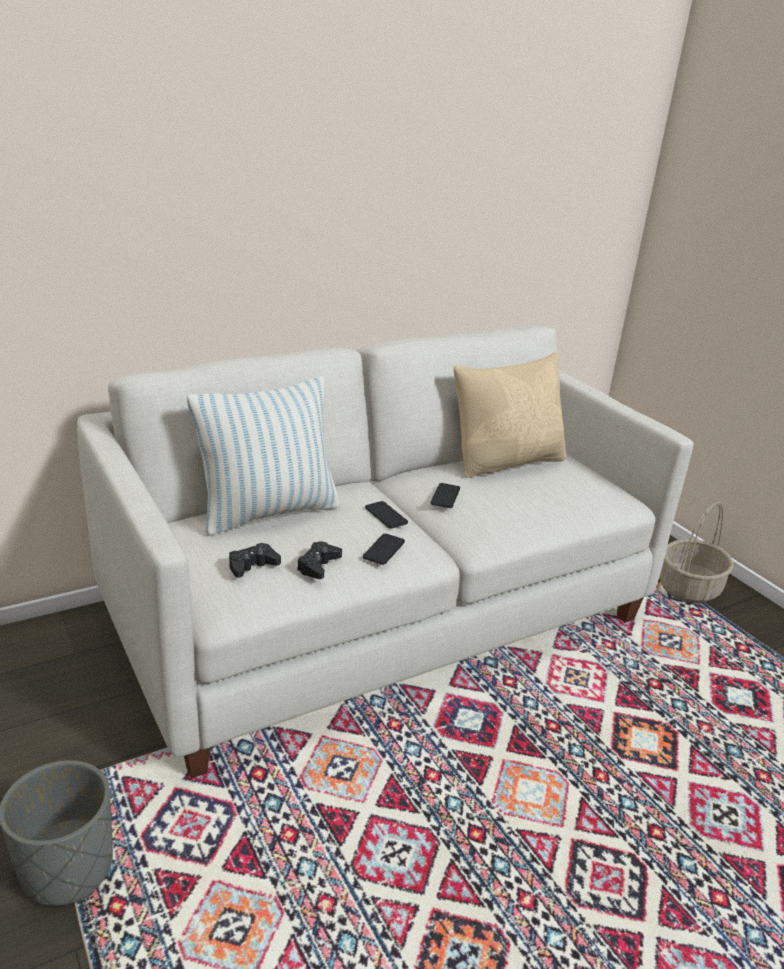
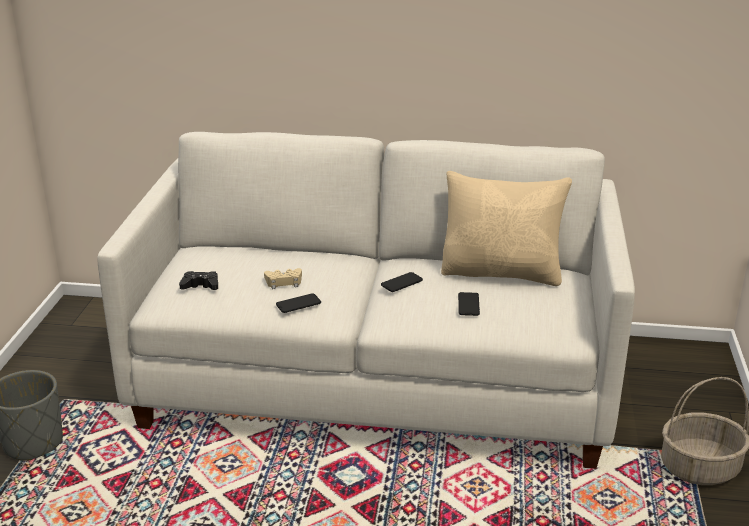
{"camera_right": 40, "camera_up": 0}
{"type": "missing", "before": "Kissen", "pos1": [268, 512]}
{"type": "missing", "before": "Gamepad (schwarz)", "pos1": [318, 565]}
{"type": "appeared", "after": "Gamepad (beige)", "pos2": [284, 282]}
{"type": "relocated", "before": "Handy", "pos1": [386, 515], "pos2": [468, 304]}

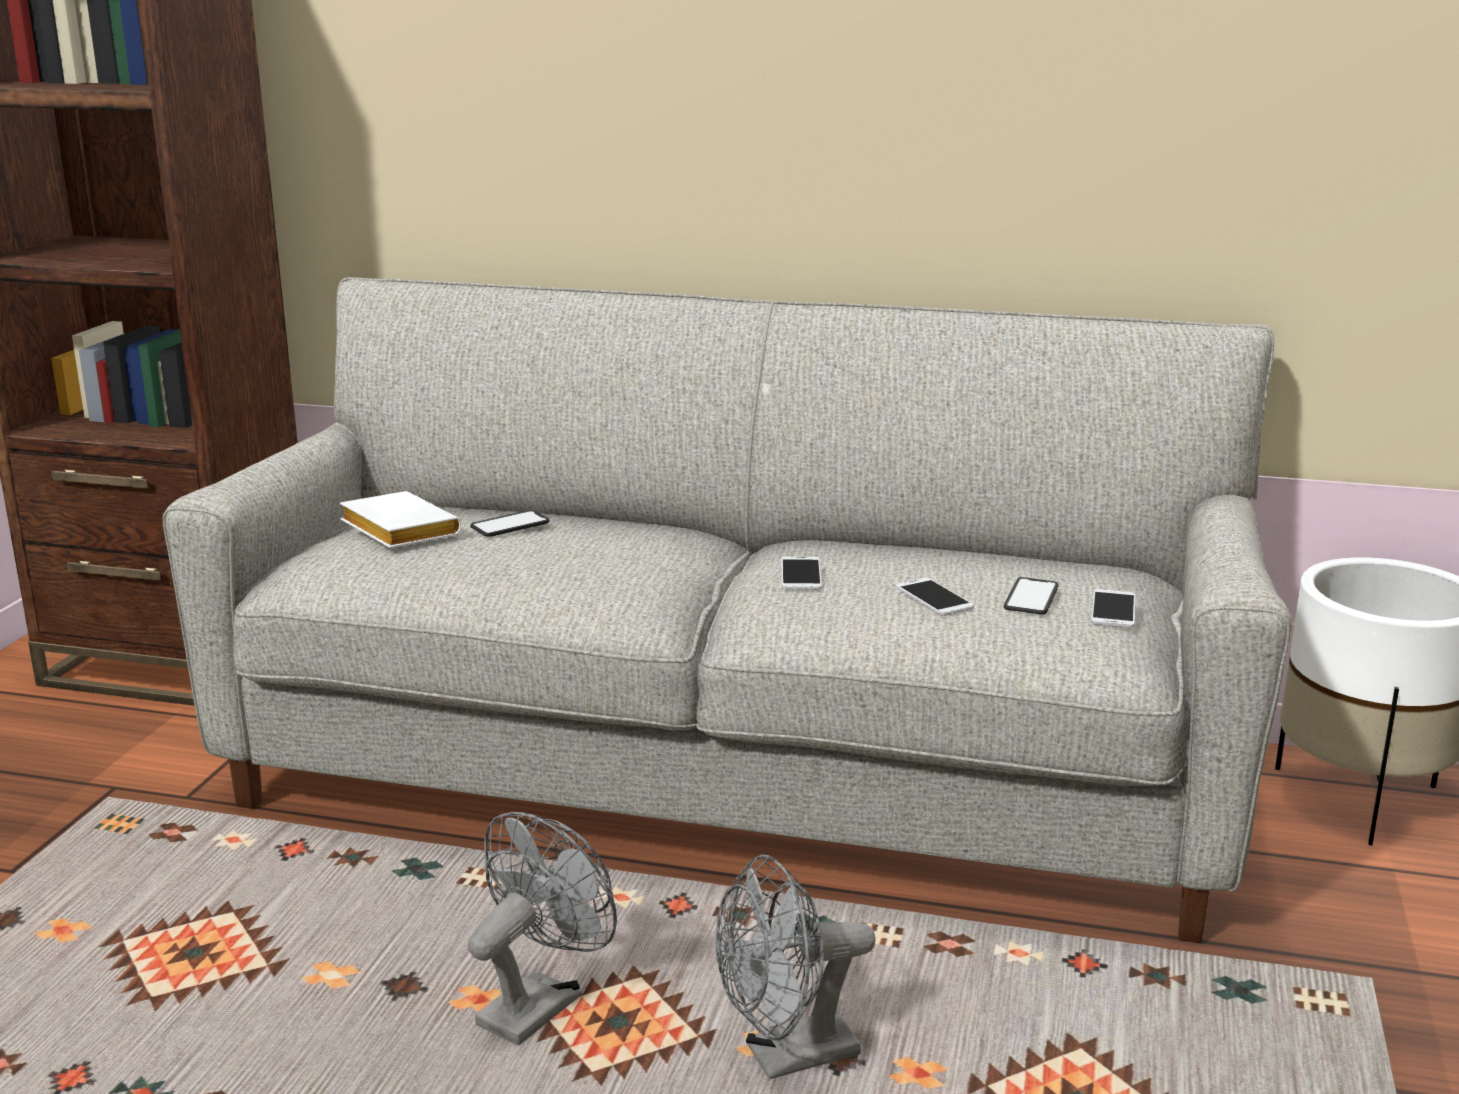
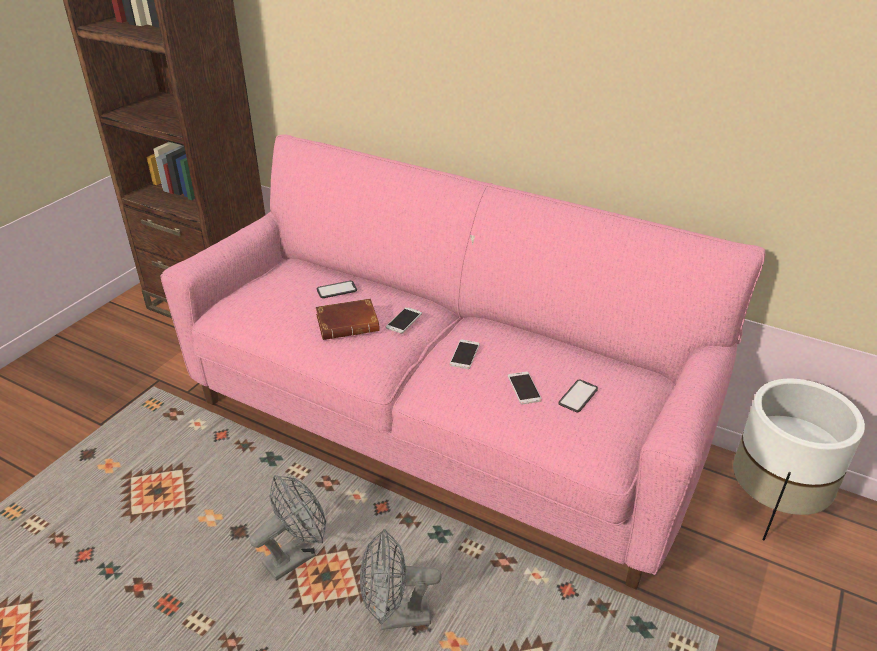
{"camera_right": 15, "camera_up": 15}
{"type": "missing", "before": "Buch (weiß)", "pos1": [395, 530]}
{"type": "appeared", "after": "Buch (braun)", "pos2": [349, 323]}
{"type": "relocated", "before": "Handy", "pos1": [1113, 609], "pos2": [404, 320]}
{"type": "colour", "before": "Sofa (grau)", "after": "Sofa (rosa)", "pos1": [730, 782], "pos2": [439, 429]}

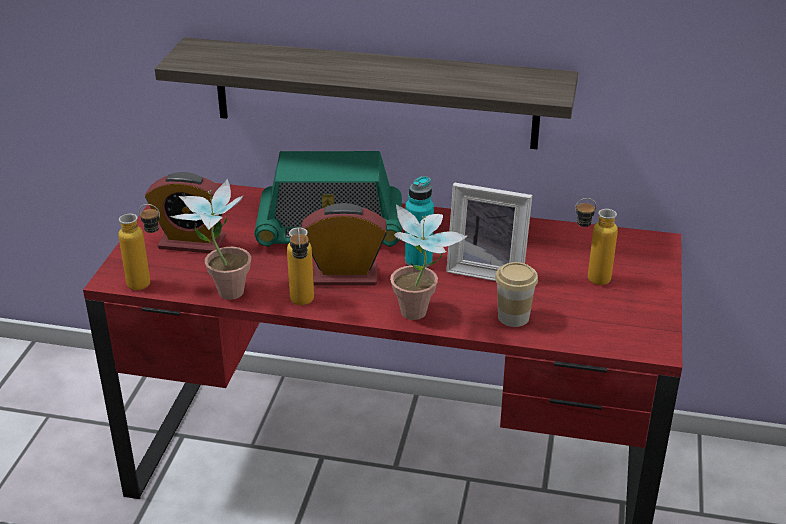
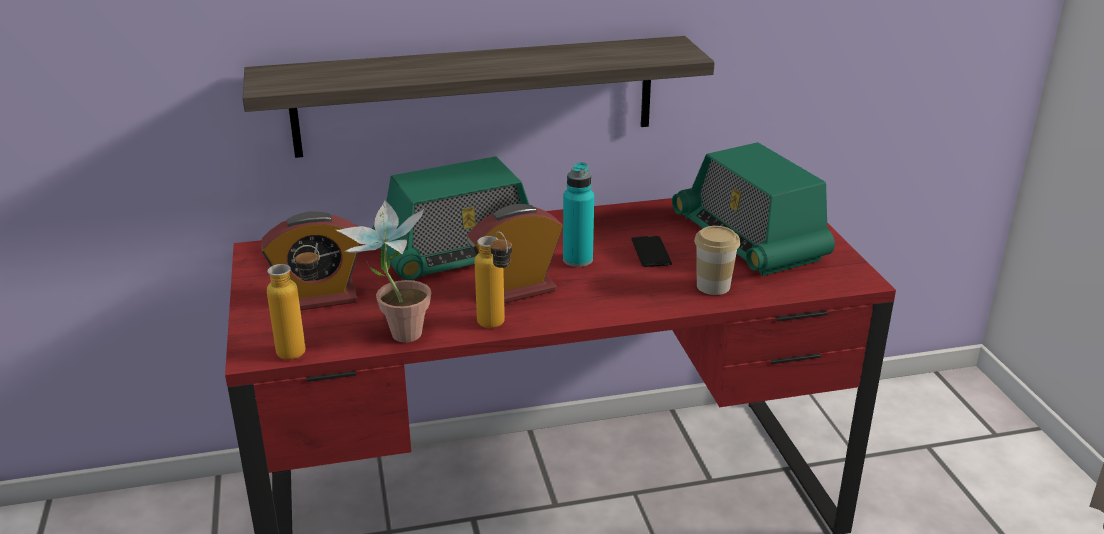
{"camera_right": -25, "camera_up": -5}
{"type": "missing", "before": "Topfpflanze", "pos1": [421, 316]}
{"type": "exchanged", "before": "Bilderrahmen", "after": "Handy", "pos1": [487, 270], "pos2": [651, 252]}
{"type": "exchanged", "before": "Flasche", "after": "Radio", "pos1": [589, 279], "pos2": [749, 239]}

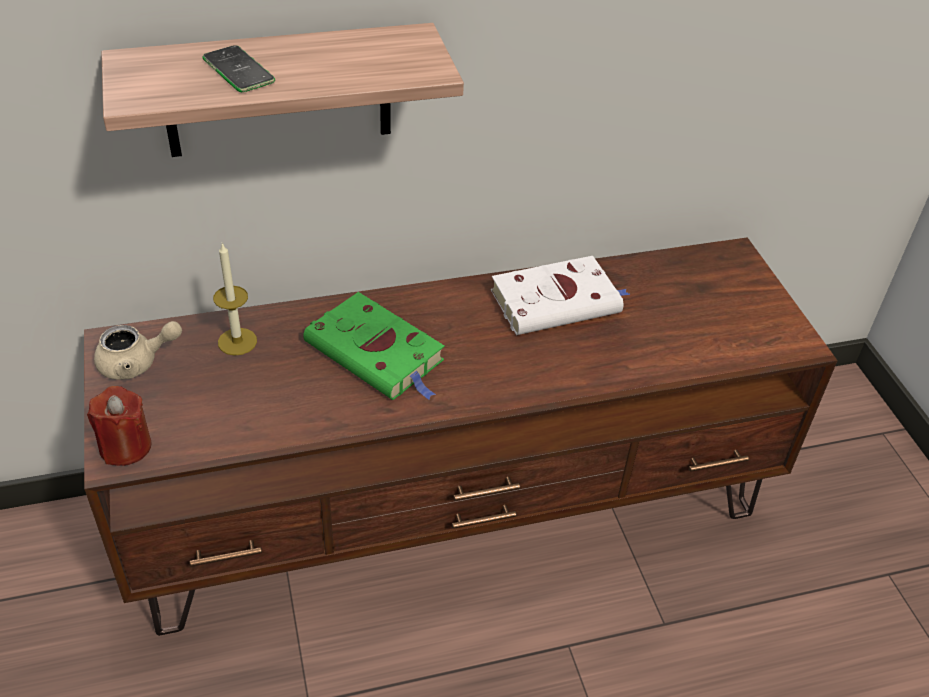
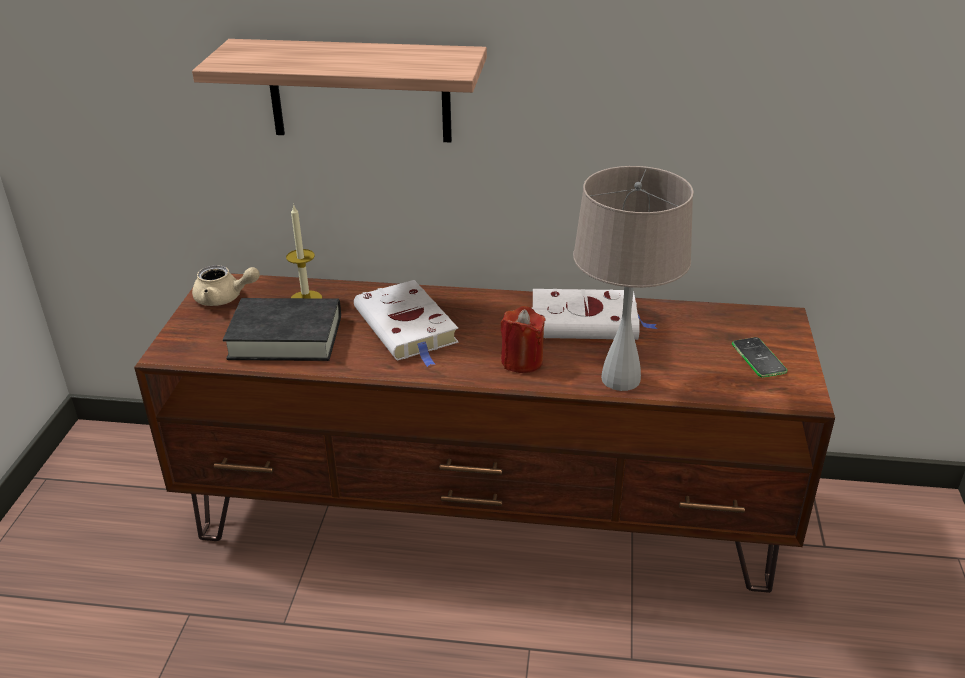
{"camera_right": 25, "camera_up": -10}
{"type": "appeared", "after": "Buch (schwarz)", "pos2": [286, 337]}
{"type": "appeared", "after": "Tischlampe (beige)", "pos2": [620, 379]}
{"type": "relocated", "before": "Kerze (rot)", "pos1": [125, 447], "pos2": [522, 361]}
{"type": "relocated", "before": "Handy", "pos1": [238, 70], "pos2": [758, 358]}
{"type": "colour", "before": "Buch (grün)", "after": "Buch (weiß)", "pos1": [378, 354], "pos2": [407, 328]}

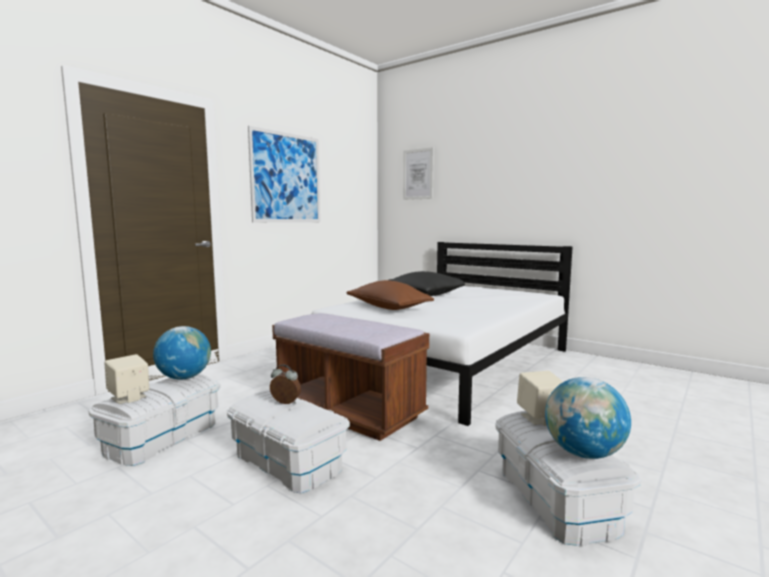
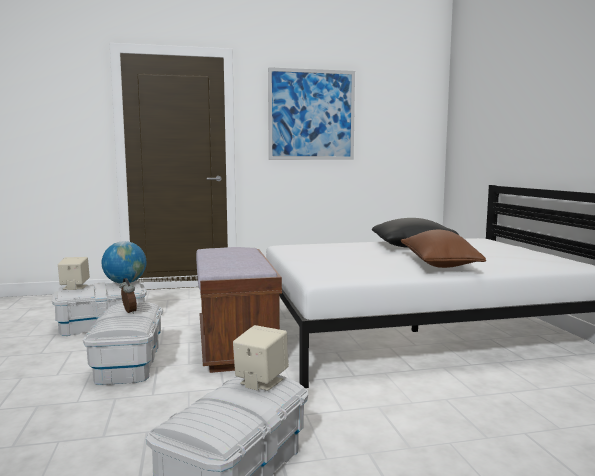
{"camera_right": 40, "camera_up": 0}
{"type": "missing", "before": "Bild", "pos1": [418, 174]}
{"type": "missing", "before": "Globus", "pos1": [583, 453]}
{"type": "relocated", "before": "Kissen (braun)", "pos1": [388, 308], "pos2": [438, 265]}

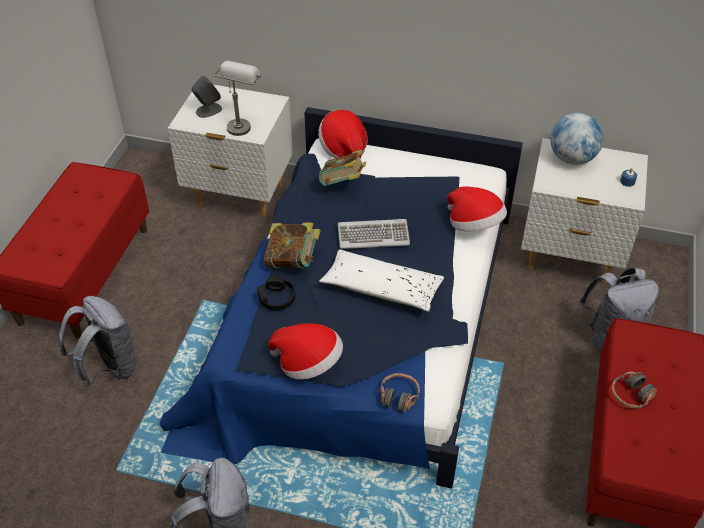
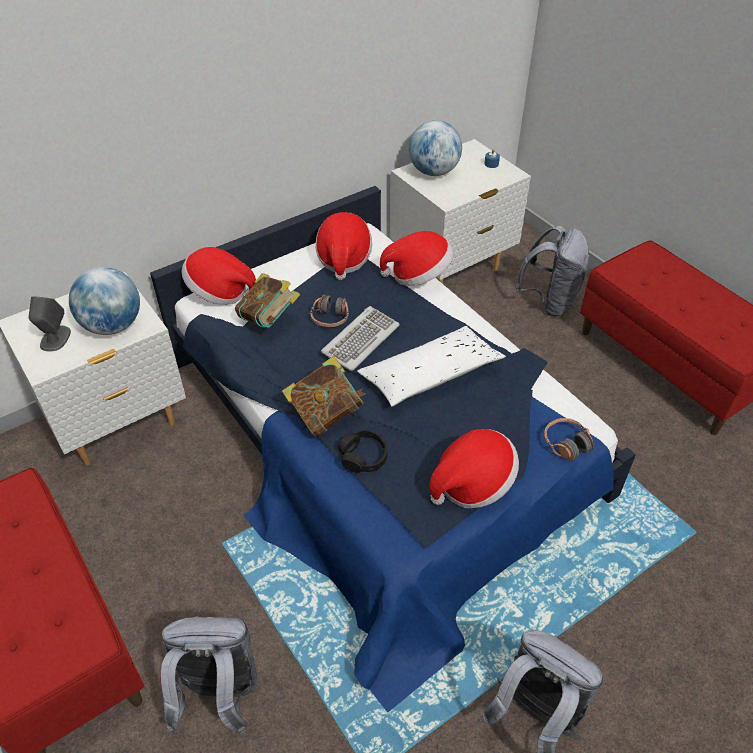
{"camera_right": -50, "camera_up": 0}
{"type": "appeared", "after": "Hut", "pos2": [343, 258]}
{"type": "relocated", "before": "Kopfhörer", "pos1": [631, 395], "pos2": [330, 318]}
{"type": "exchanged", "before": "Tischlampe (grau)", "after": "Globus", "pos1": [241, 123], "pos2": [113, 326]}

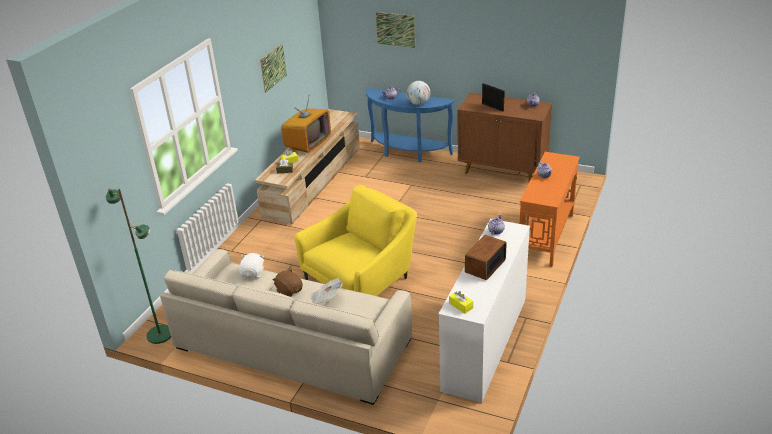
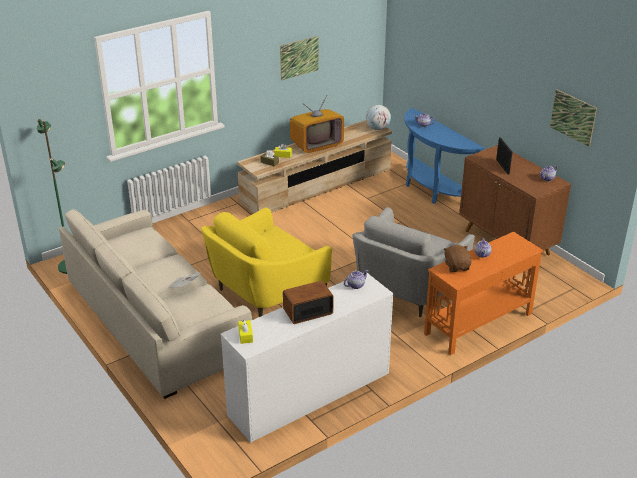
{"camera_right": 30, "camera_up": 0}
{"type": "missing", "before": "Plüschtier (weiß)", "pos1": [253, 273]}
{"type": "appeared", "after": "Sessel (grau)", "pos2": [406, 289]}
{"type": "relocated", "before": "Plüschtier (braun)", "pos1": [289, 291], "pos2": [457, 267]}
{"type": "relocated", "before": "Bild", "pos1": [395, 29], "pos2": [573, 117]}
{"type": "relocated", "before": "Globus", "pos1": [418, 103], "pos2": [377, 128]}
{"type": "spun", "before": "Sessel (gelb)", "pos1": [362, 280], "pos2": [266, 291], "turn": 150}

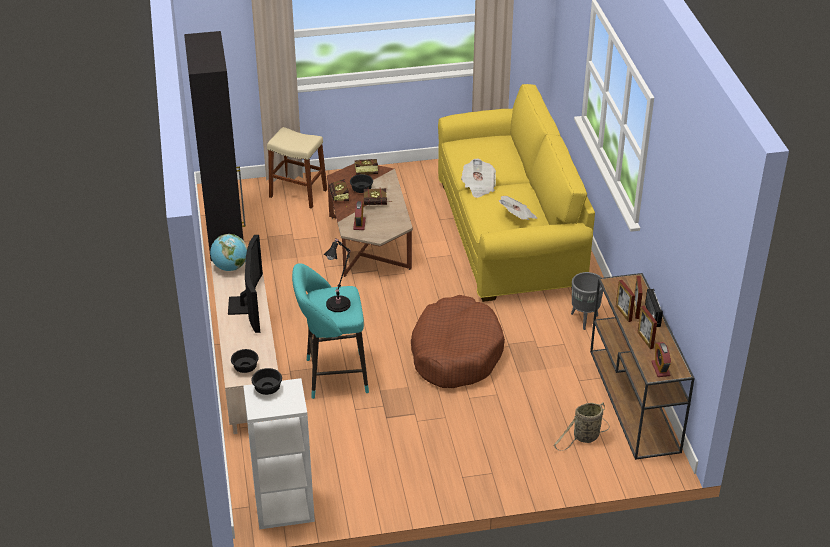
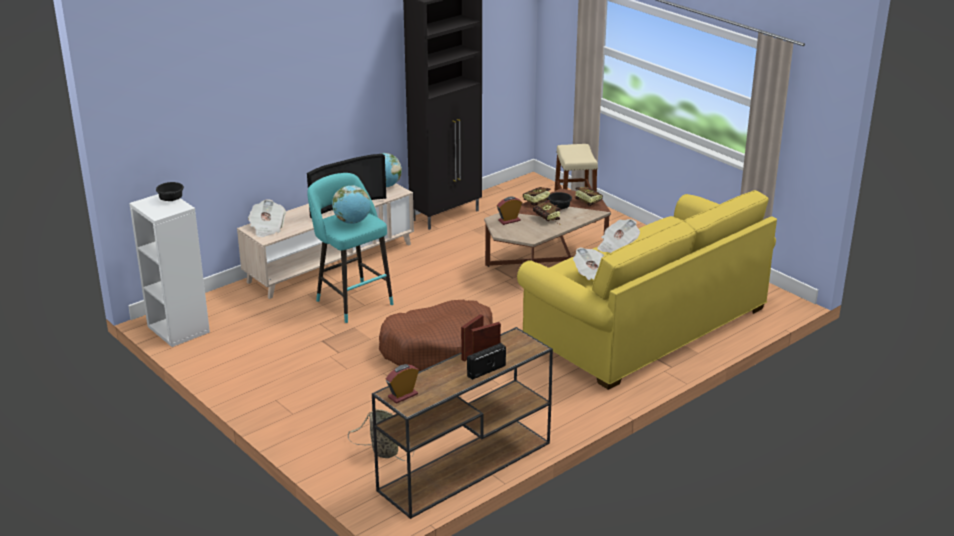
{"camera_right": 60, "camera_up": -10}
{"type": "missing", "before": "Pflanzkübel (grau)", "pos1": [584, 320]}
{"type": "missing", "before": "Bilderrahmen", "pos1": [645, 340]}
{"type": "exchanged", "before": "Schüssel (schwarz)", "after": "Zeitung", "pos1": [246, 367], "pos2": [267, 228]}
{"type": "exchanged", "before": "Tischlampe (schwarz)", "after": "Globus", "pos1": [339, 303], "pos2": [352, 222]}

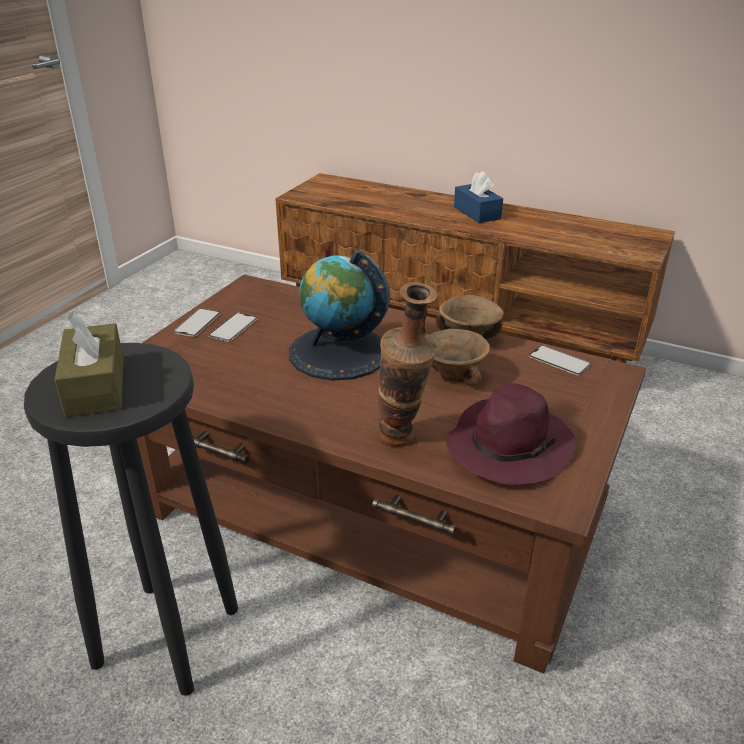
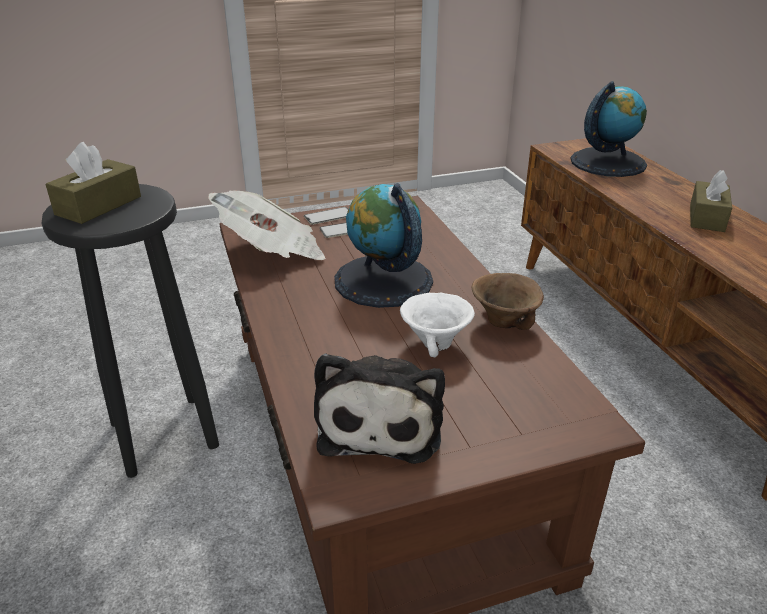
{"camera_right": 45, "camera_up": 0}
{"type": "missing", "before": "Vase", "pos1": [402, 443]}
{"type": "missing", "before": "Handy", "pos1": [559, 360]}
{"type": "appeared", "after": "Zeitung", "pos2": [273, 252]}
{"type": "appeared", "after": "Globus", "pos2": [607, 162]}
{"type": "exchanged", "before": "Hut (lila)", "after": "Plüschtier", "pos1": [509, 446], "pos2": [381, 422]}
{"type": "colour", "before": "Schüssel (braun)", "after": "Schüssel (weiß)", "pos1": [454, 377], "pos2": [436, 344]}
{"type": "colour", "before": "Taschentuchbox (blau)", "after": "Taschentuchbox (braun)", "pos1": [477, 213], "pos2": [706, 217]}

